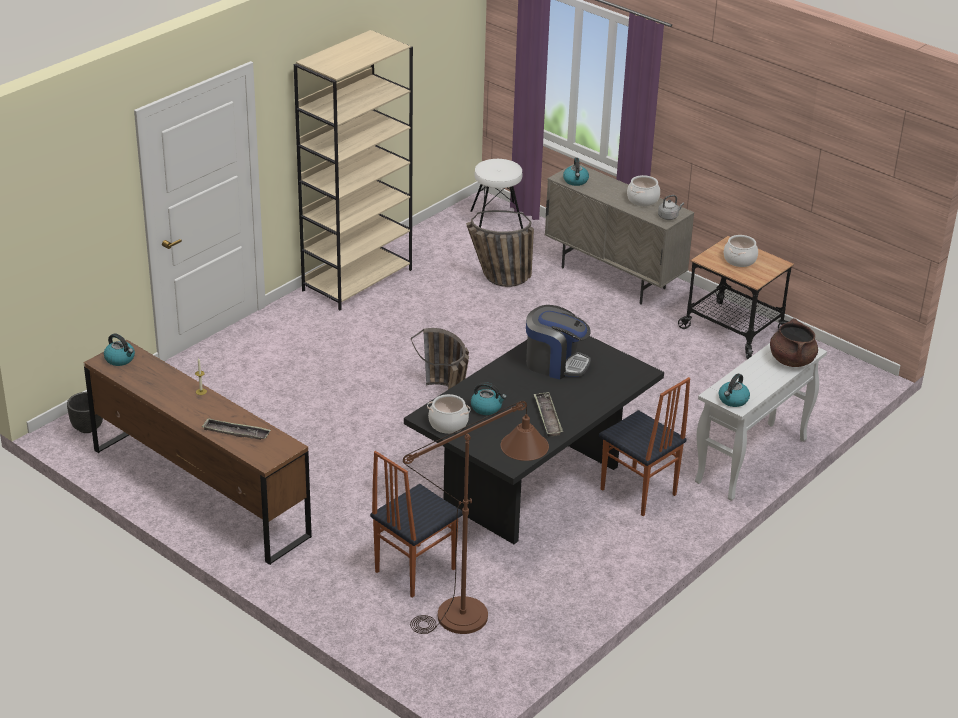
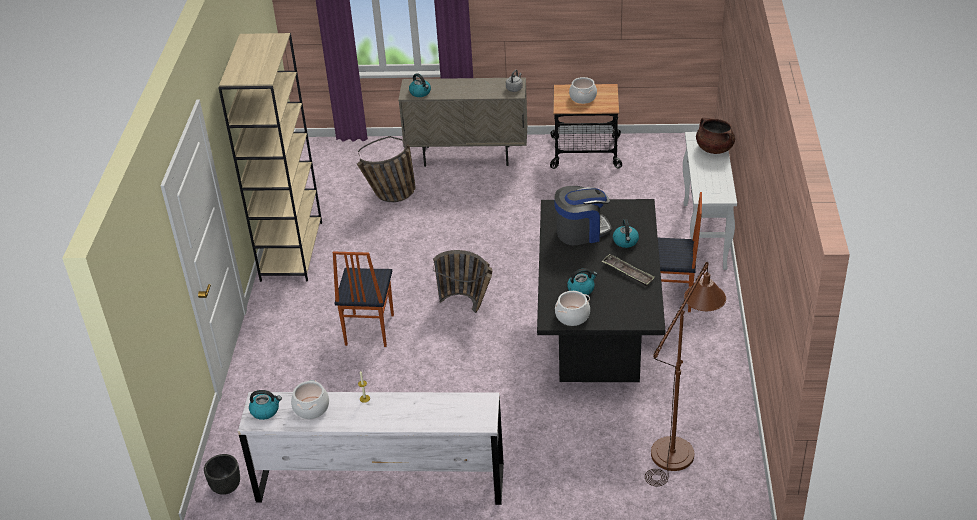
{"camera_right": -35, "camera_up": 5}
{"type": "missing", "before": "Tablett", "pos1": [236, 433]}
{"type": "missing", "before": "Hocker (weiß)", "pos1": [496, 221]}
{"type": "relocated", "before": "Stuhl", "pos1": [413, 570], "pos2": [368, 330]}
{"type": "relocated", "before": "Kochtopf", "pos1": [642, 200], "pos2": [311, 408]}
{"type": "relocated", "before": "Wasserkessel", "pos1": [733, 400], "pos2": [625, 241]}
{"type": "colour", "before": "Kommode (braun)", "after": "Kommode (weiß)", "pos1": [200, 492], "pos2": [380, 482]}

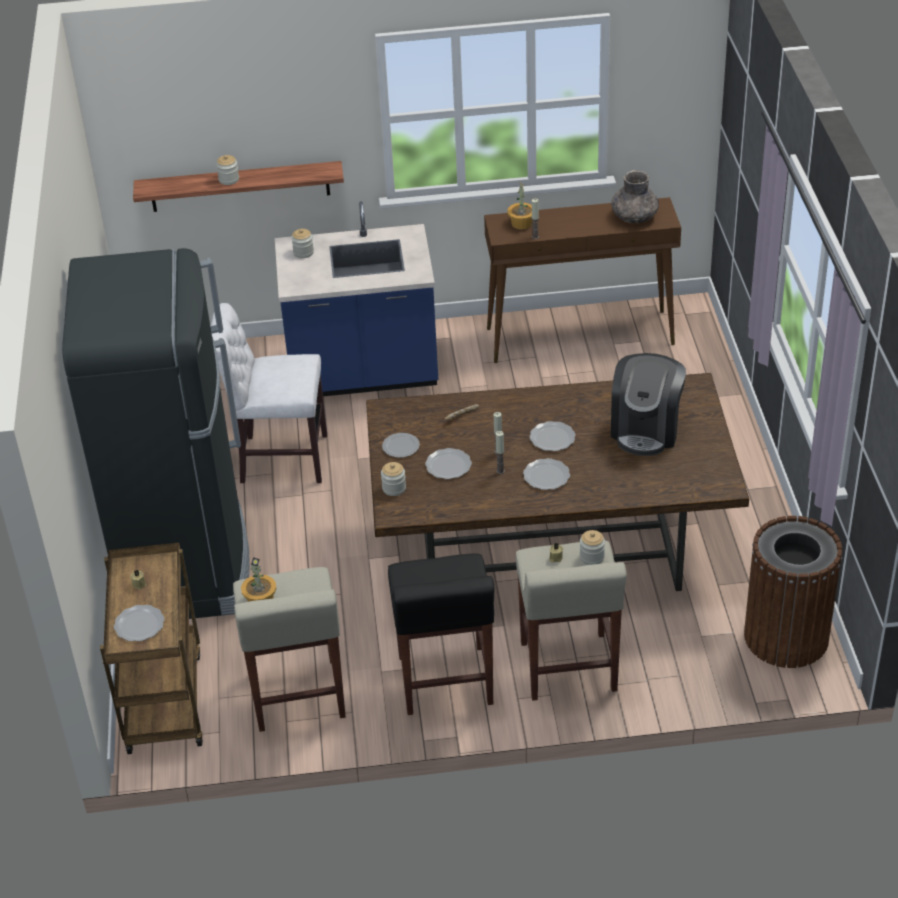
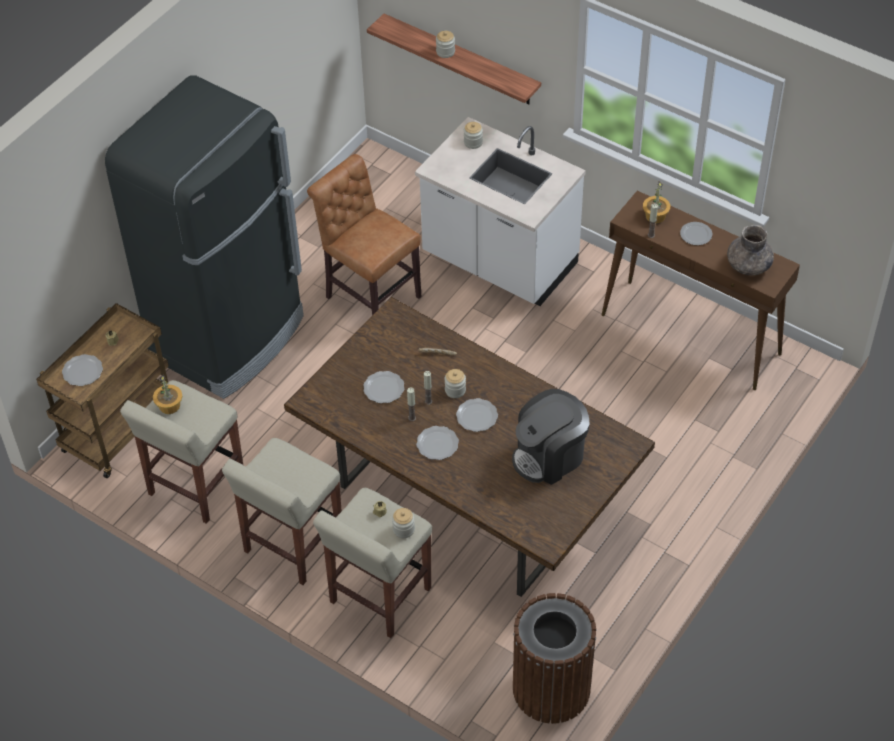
{"camera_right": 40, "camera_up": 10}
{"type": "relocated", "before": "Vorratsglas", "pos1": [394, 488], "pos2": [455, 390]}
{"type": "relocated", "before": "Teller", "pos1": [400, 447], "pos2": [695, 234]}
{"type": "colour", "before": "Stuhl (weiß)", "after": "Stuhl (braun)", "pos1": [278, 459], "pos2": [369, 295]}
{"type": "colour", "before": "Küchenzeile (blau)", "after": "Küchenzeile (weiß)", "pos1": [363, 373], "pos2": [499, 262]}
{"type": "colour", "before": "Hocker (schwarz)", "after": "Hocker (beige)", "pos1": [445, 681], "pos2": [292, 545]}

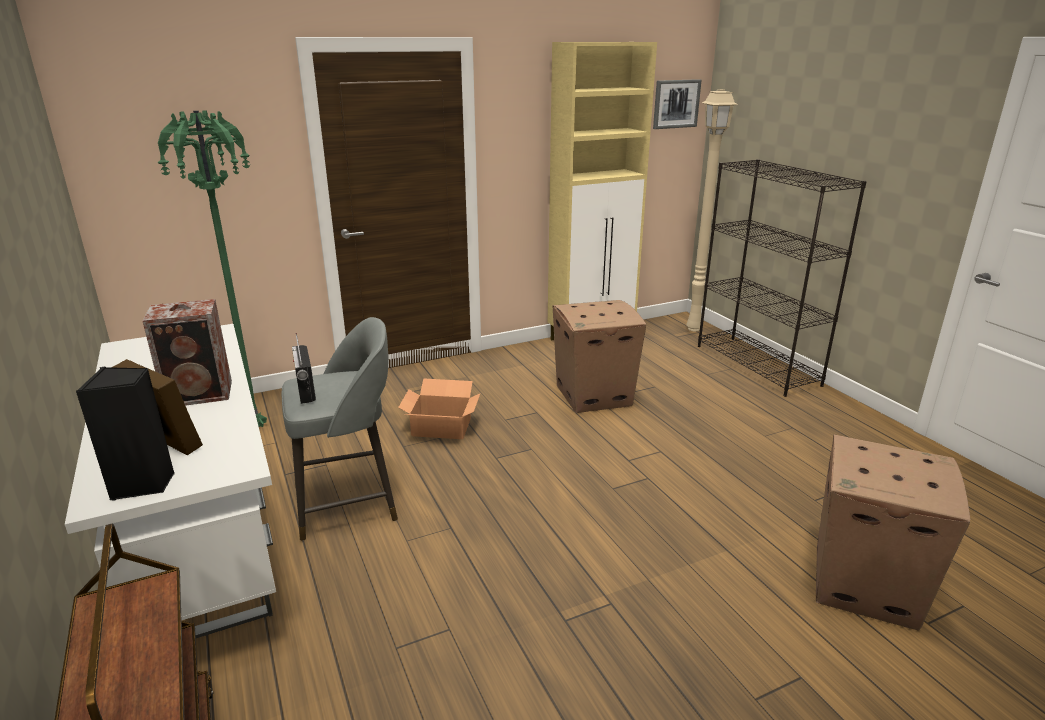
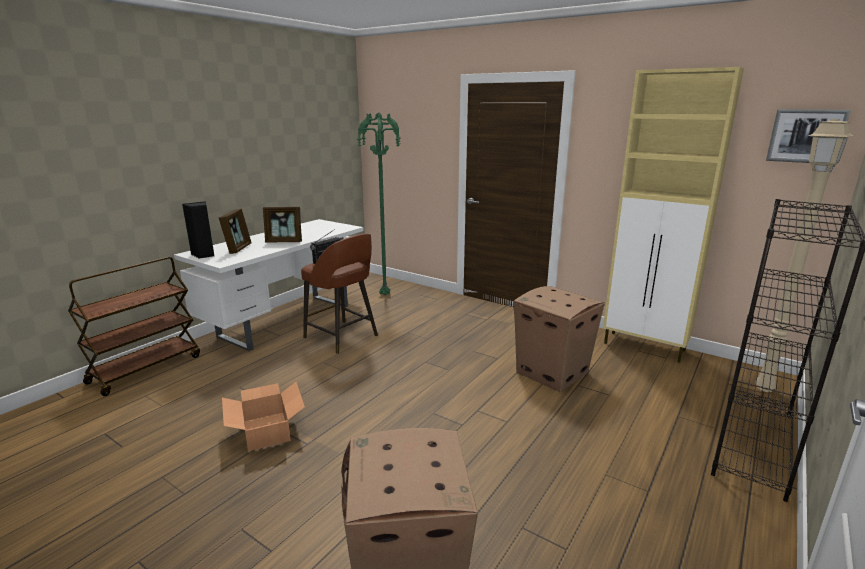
{"camera_right": 60, "camera_up": -5}
{"type": "relocated", "before": "Karton", "pos1": [441, 427], "pos2": [267, 430]}
{"type": "exchanged", "before": "Lautsprecher", "after": "Bilderrahmen", "pos1": [201, 394], "pos2": [284, 241]}
{"type": "colour", "before": "Hocker (grau)", "after": "Hocker (braun)", "pos1": [349, 503], "pos2": [342, 337]}

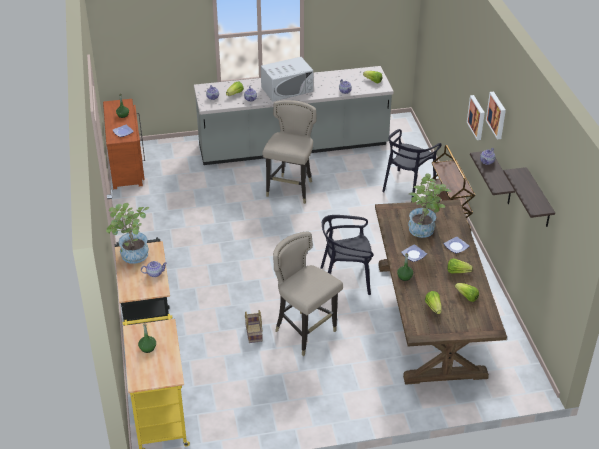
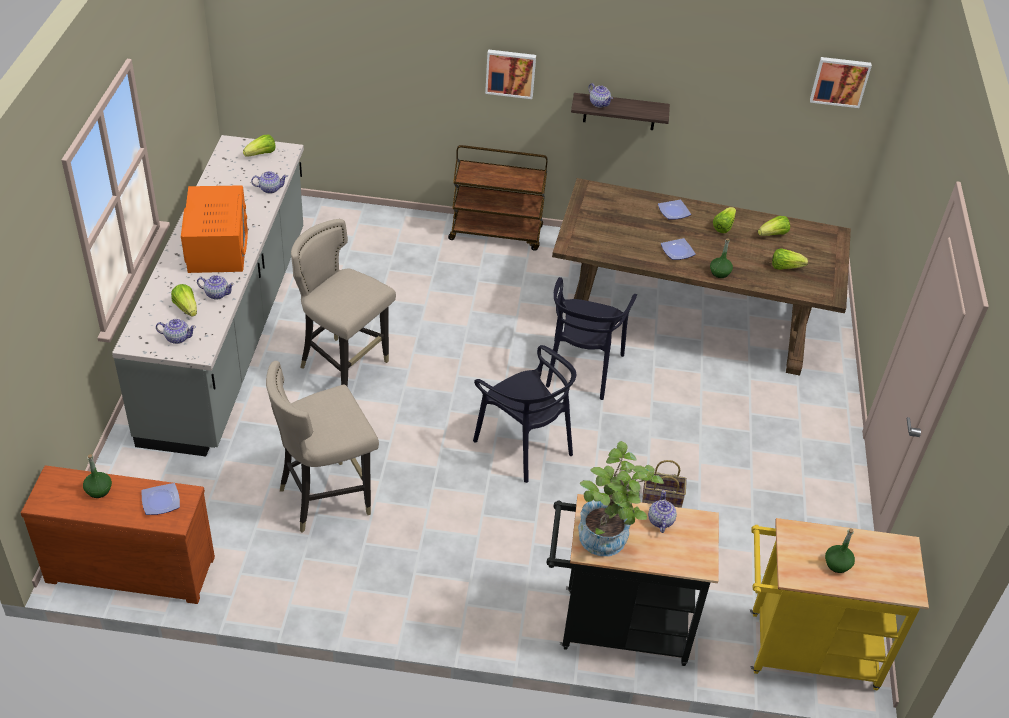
{"camera_right": -75, "camera_up": 5}
{"type": "missing", "before": "Topfpflanze", "pos1": [424, 231]}
{"type": "missing", "before": "Wandregal", "pos1": [538, 199]}
{"type": "relocated", "before": "Hocker (beige)", "pos1": [305, 333], "pos2": [325, 498]}
{"type": "relocated", "before": "Stuhl (schwarz)", "pos1": [407, 186], "pos2": [524, 445]}
{"type": "relocated", "before": "Bild", "pos1": [497, 115], "pos2": [840, 81]}
{"type": "colour", "before": "Mikrowelle (weiß)", "after": "Mikrowelle (orange)", "pos1": [287, 89], "pos2": [217, 246]}

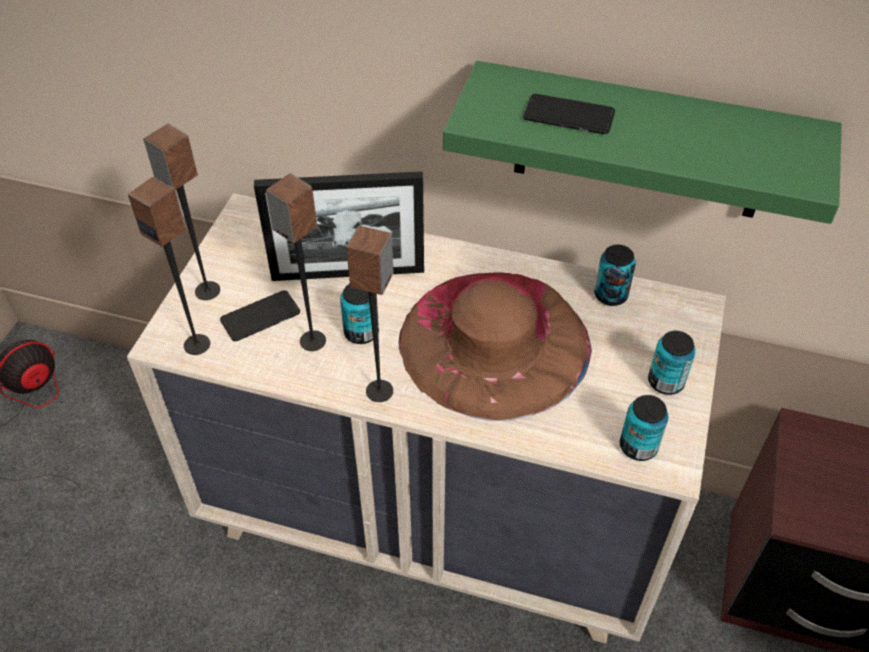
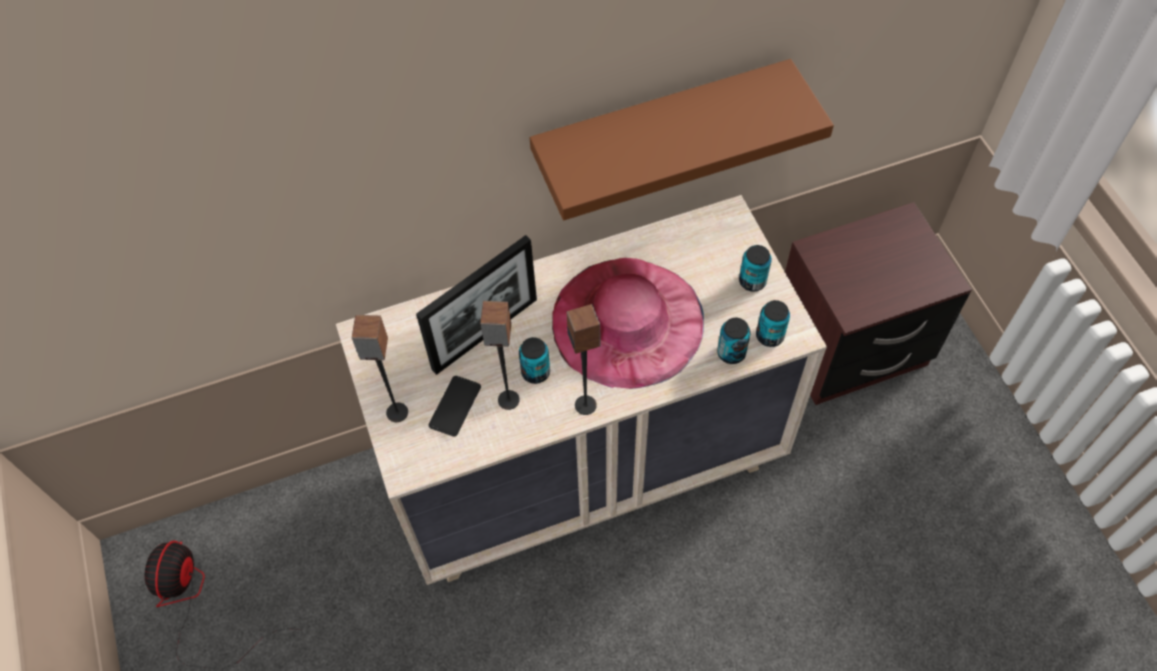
{"camera_right": -35, "camera_up": 10}
{"type": "missing", "before": "Lautsprecher", "pos1": [197, 344]}
{"type": "missing", "before": "Handy", "pos1": [568, 115]}
{"type": "relocated", "before": "Dose", "pos1": [610, 295], "pos2": [731, 353]}
{"type": "colour", "before": "Hut (braun)", "after": "Hut (rosa)", "pos1": [494, 341], "pos2": [627, 321]}
{"type": "colour", "before": "Wandregal (grün)", "after": "Wandregal (braun)", "pos1": [641, 143], "pos2": [660, 131]}

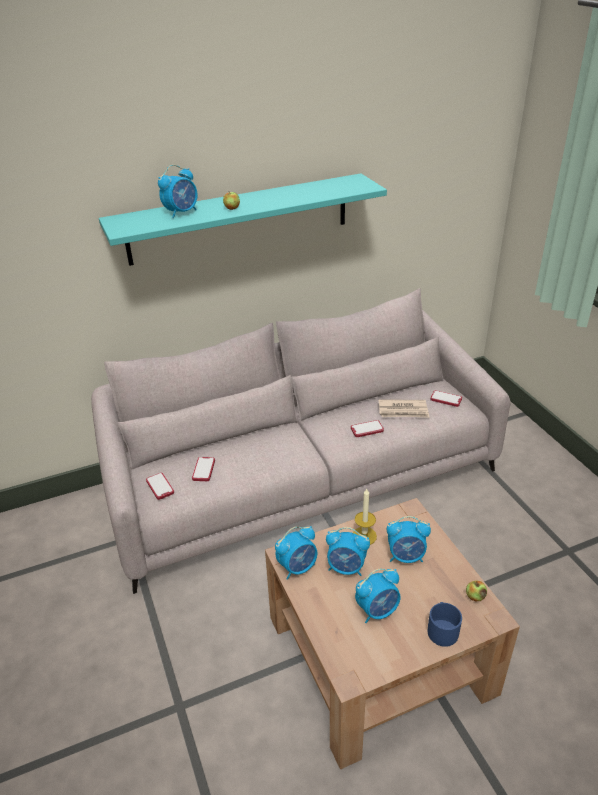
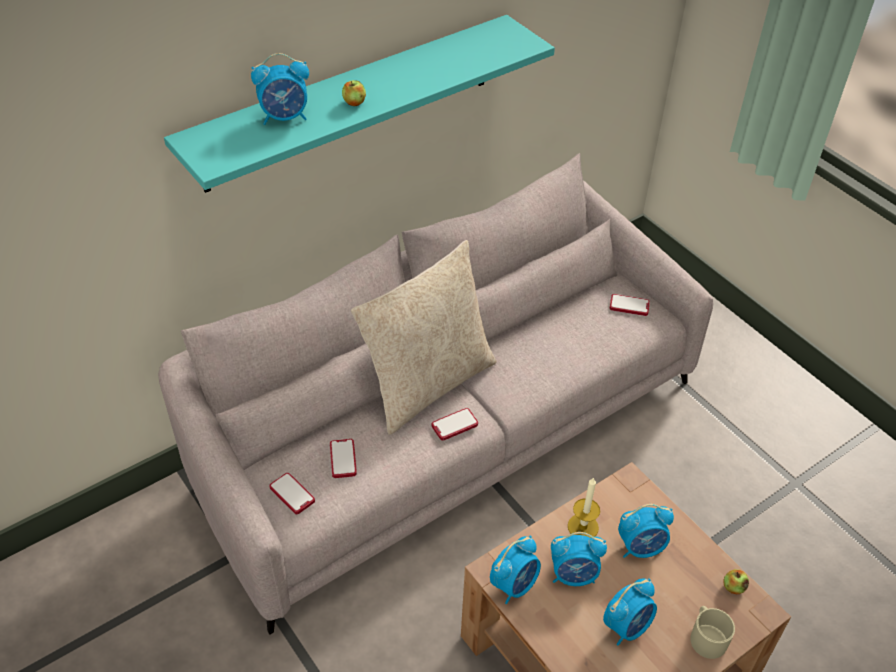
{"camera_right": -15, "camera_up": 10}
{"type": "missing", "before": "Zeitung", "pos1": [403, 411]}
{"type": "appeared", "after": "Kissen (beige)", "pos2": [427, 383]}
{"type": "relocated", "before": "Handy", "pos1": [367, 429], "pos2": [454, 425]}
{"type": "colour", "before": "Henkelbecher (blau)", "after": "Henkelbecher (beige)", "pos1": [442, 629], "pos2": [706, 636]}
{"type": "spun", "before": "Wecker", "pos1": [181, 212], "pos2": [285, 117], "turn": 45}

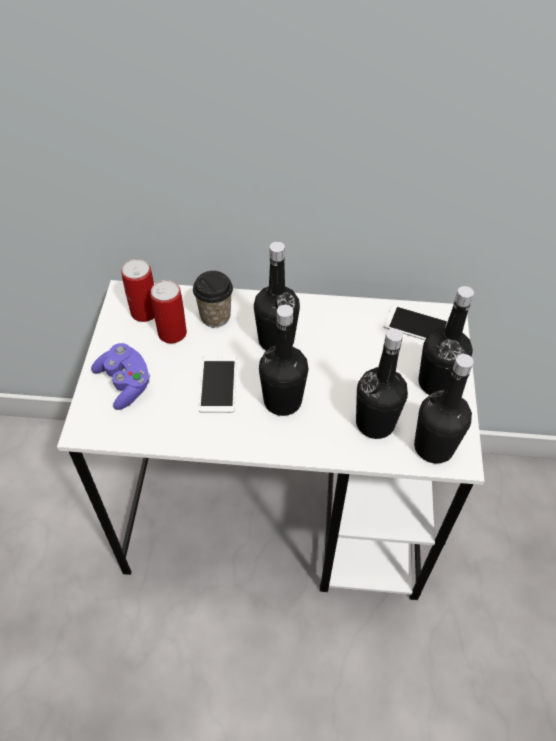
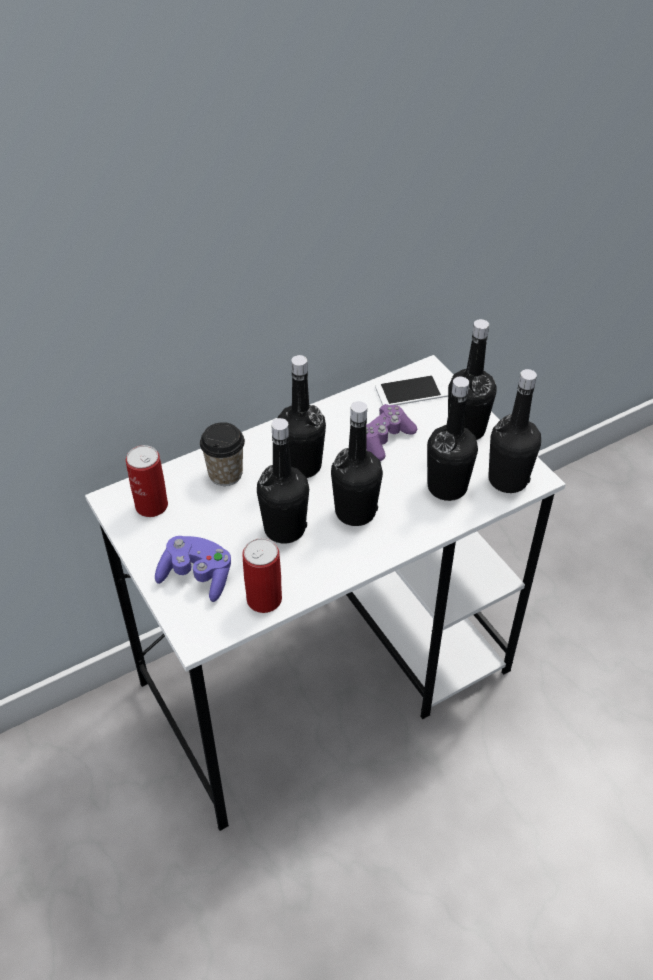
{"camera_right": -35, "camera_up": -5}
{"type": "appeared", "after": "Gamepad (lila)", "pos2": [384, 438]}
{"type": "relocated", "before": "Dose", "pos1": [172, 333], "pos2": [264, 599]}
{"type": "exchanged", "before": "Handy", "after": "Flasche (schwarz)", "pos1": [218, 383], "pos2": [284, 529]}

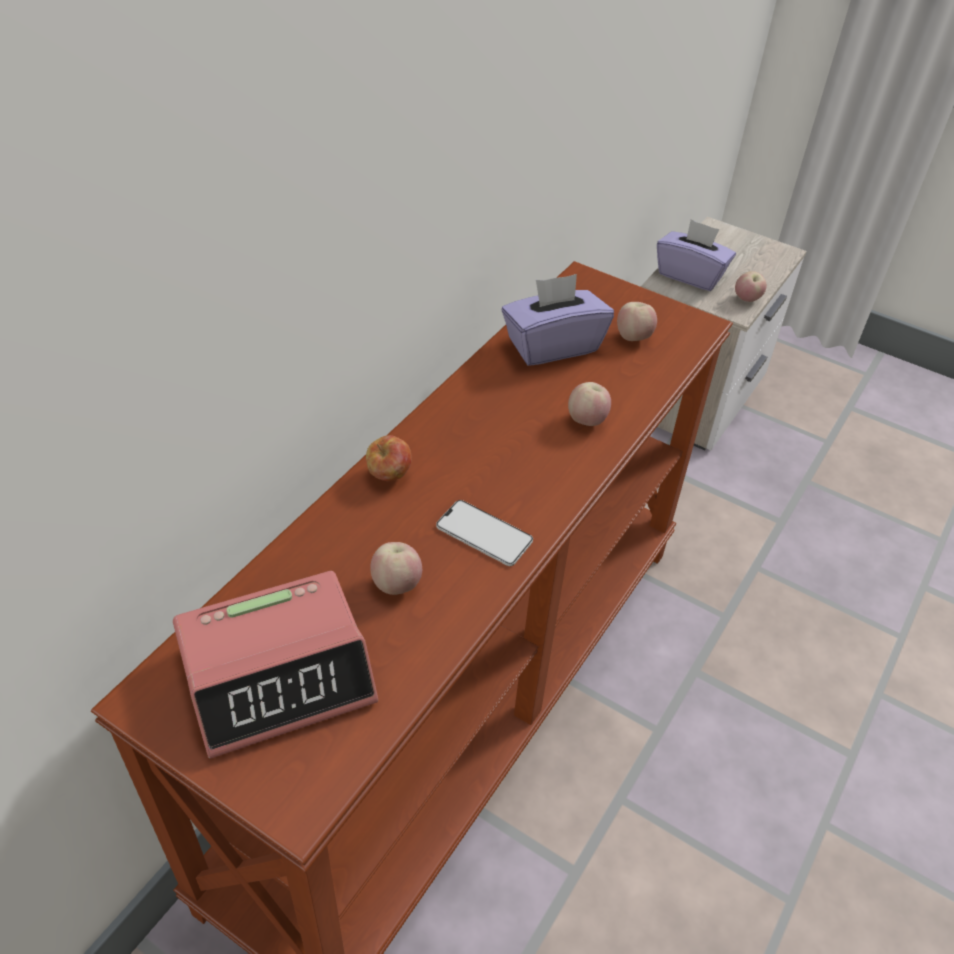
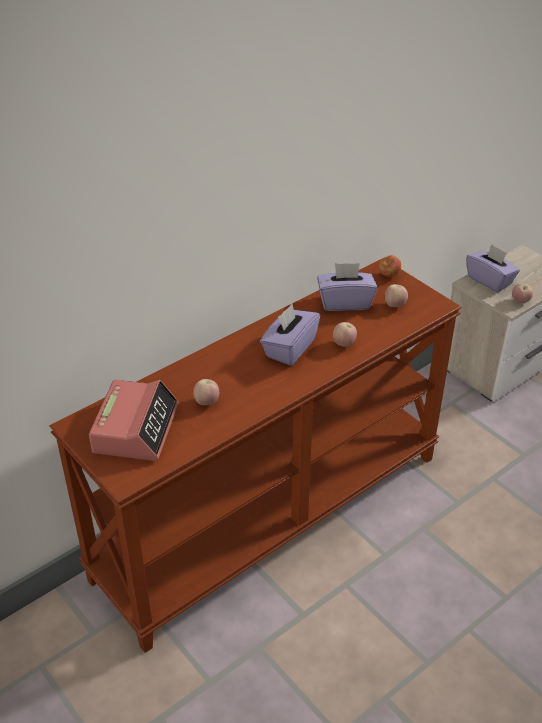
{"camera_right": 20, "camera_up": -5}
{"type": "missing", "before": "Handy", "pos1": [484, 533]}
{"type": "appeared", "after": "Taschentuchbox (lila)", "pos2": [289, 348]}
{"type": "relocated", "before": "Apfel", "pos1": [389, 475], "pos2": [389, 276]}
{"type": "spun", "before": "Wecker", "pos1": [279, 674], "pos2": [136, 428], "turn": -75}

